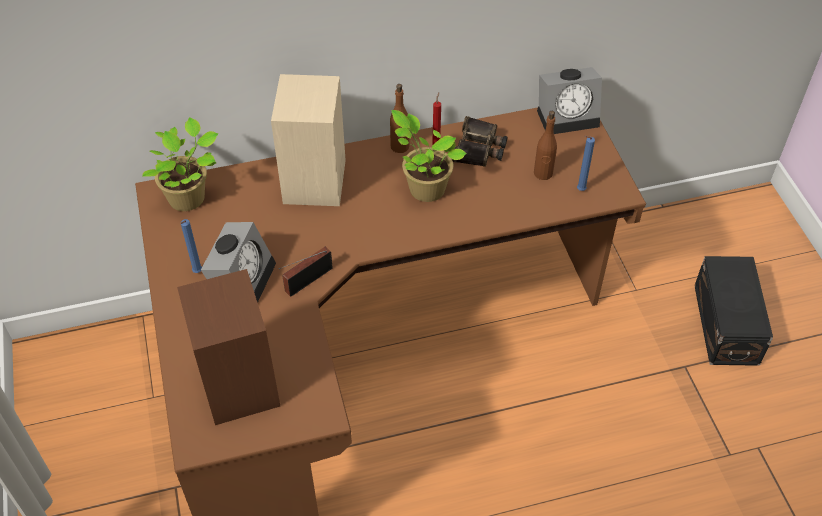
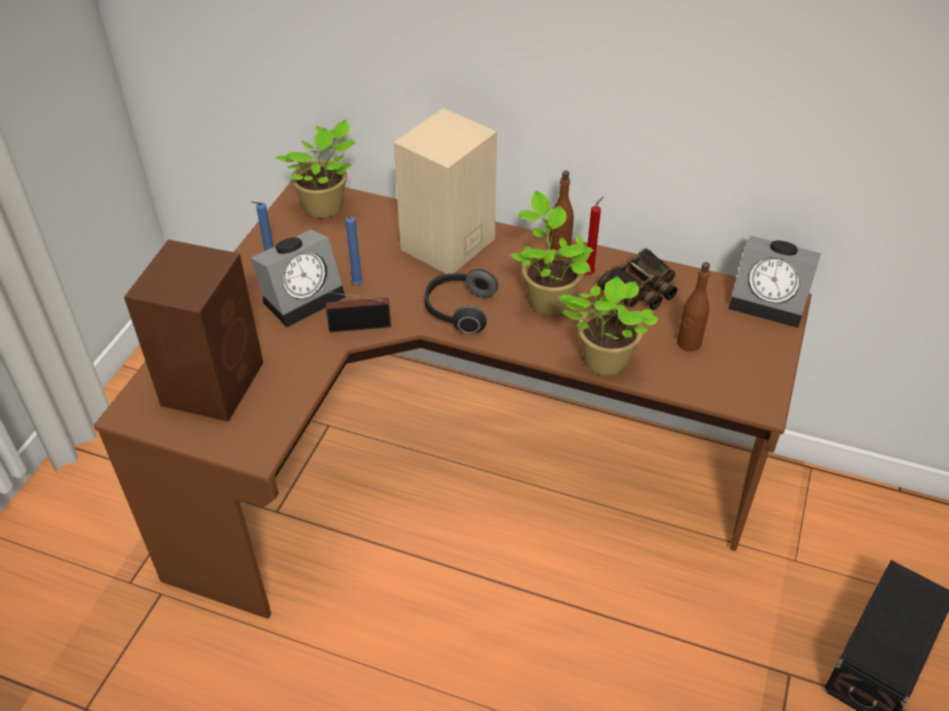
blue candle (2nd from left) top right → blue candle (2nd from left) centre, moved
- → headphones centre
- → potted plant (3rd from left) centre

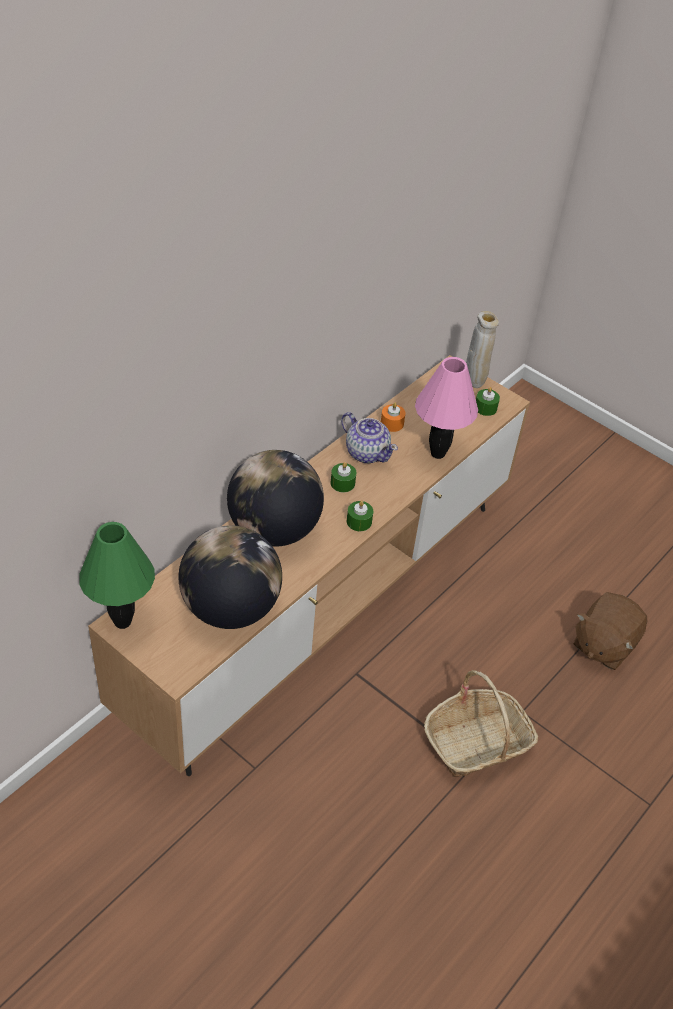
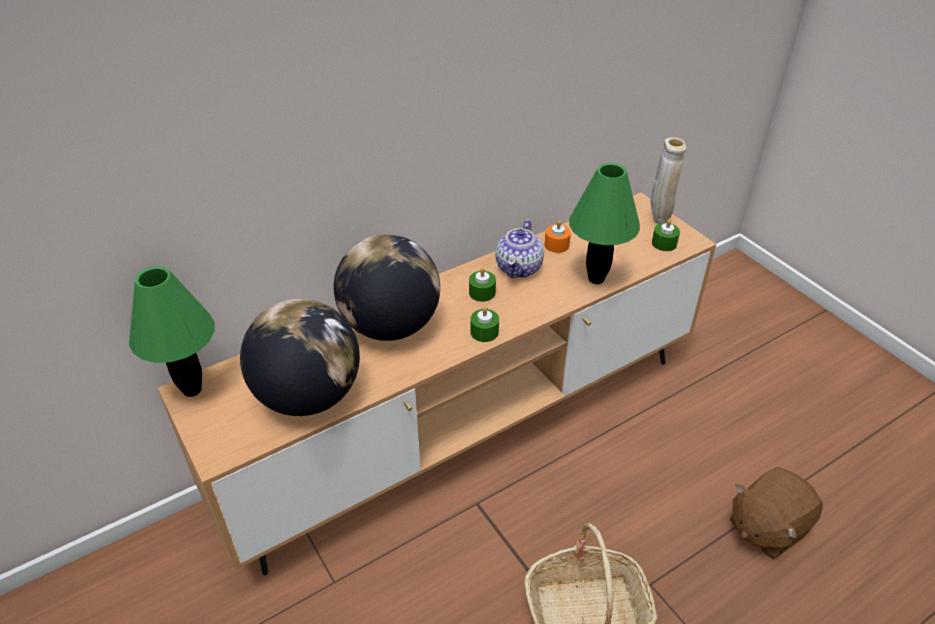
teapot centre, 45 degrees clockwise
pink table lamp centre → green table lamp (2nd from left) centre

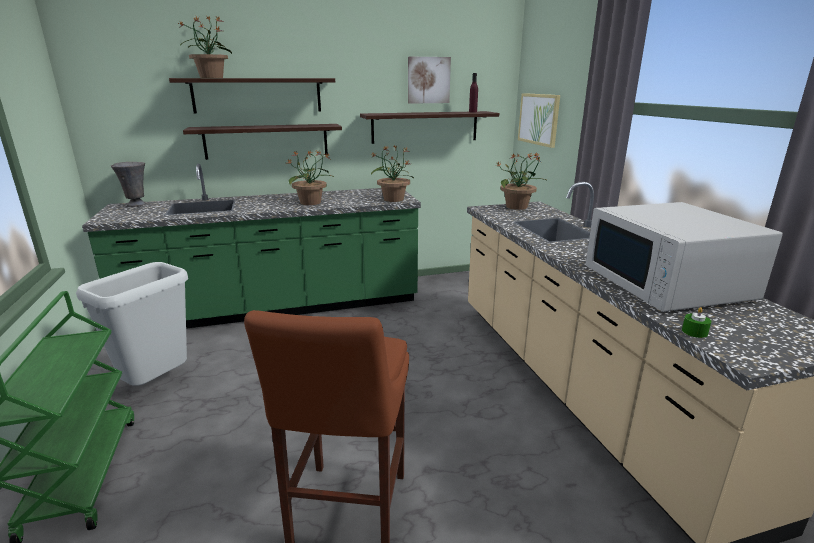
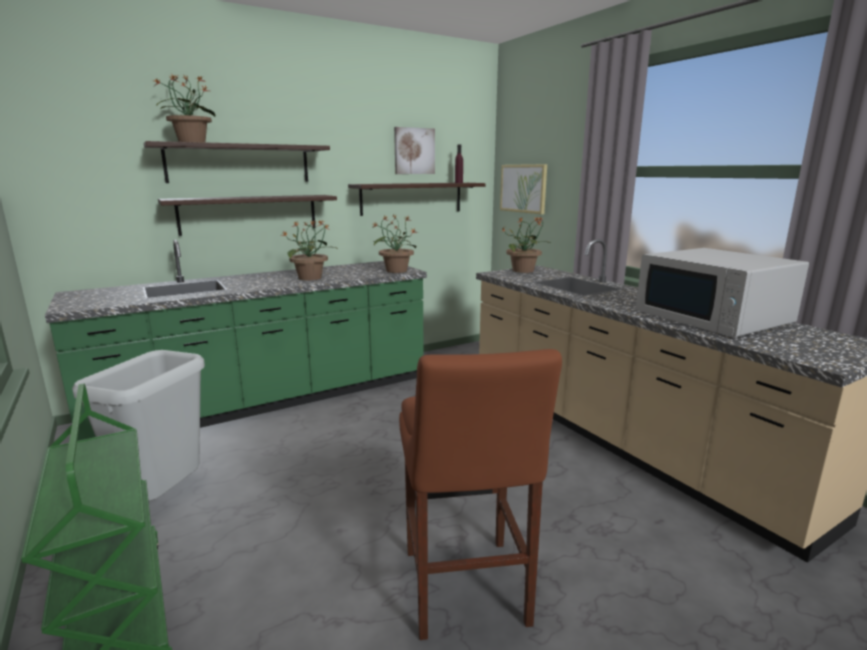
grey vase middle left → -
green candle middle right → -

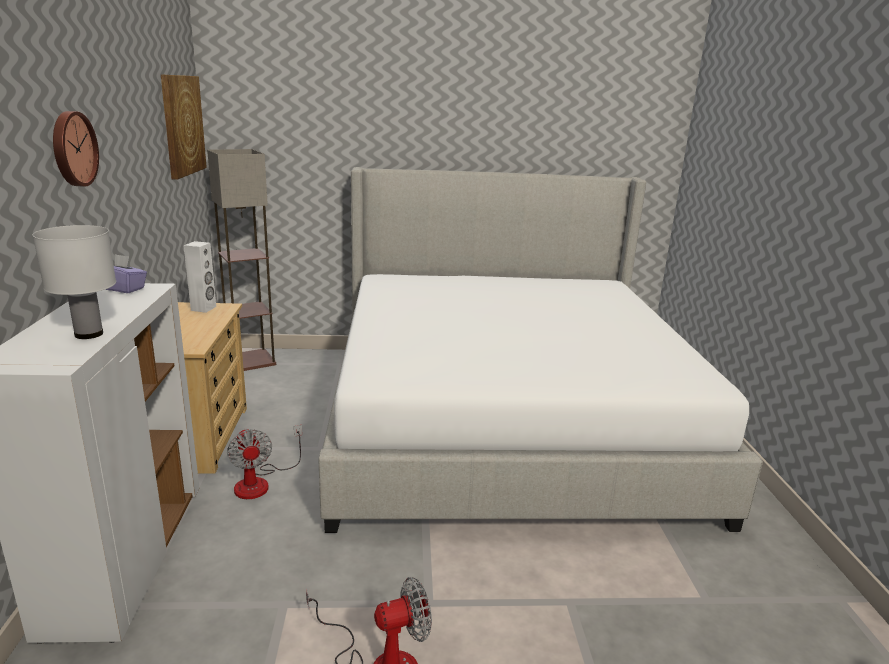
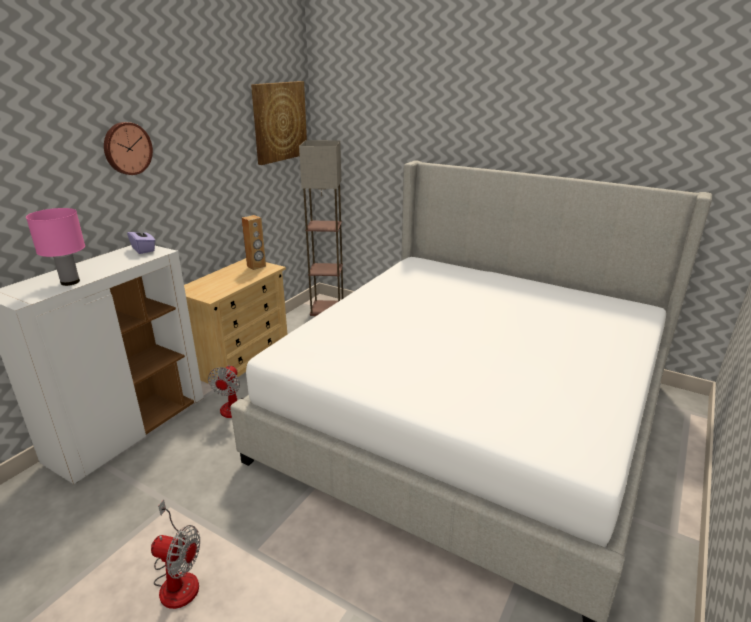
white table lamp middle left → pink table lamp middle left
white speaker middle left → brown speaker centre

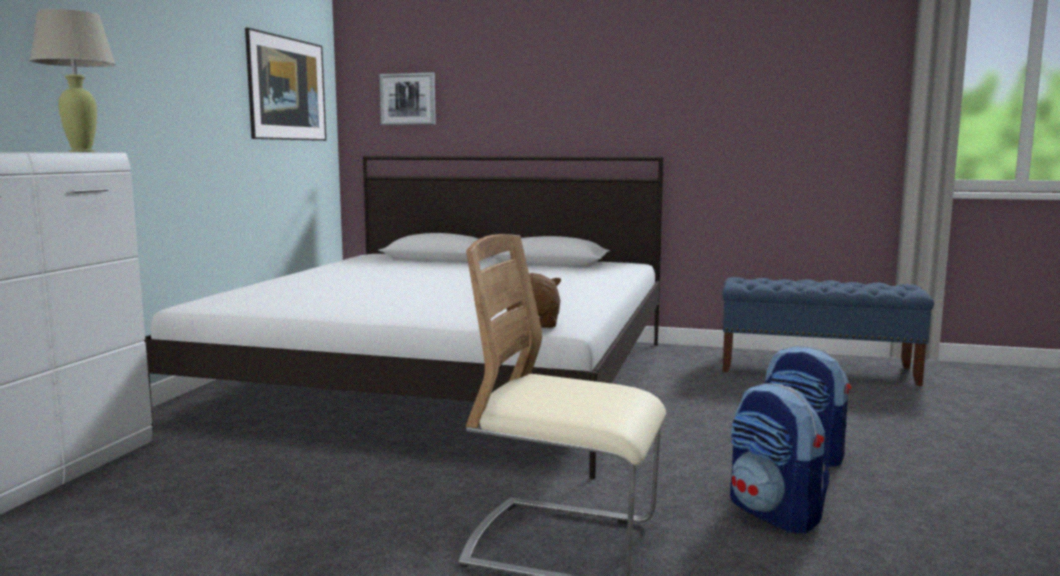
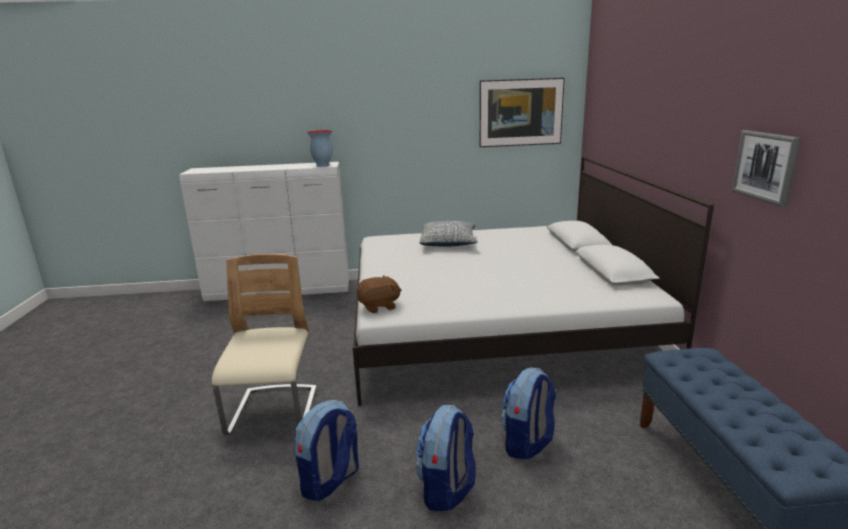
beige table lamp top left → vase top centre
picture (2nd from left) top centre → picture (2nd from left) top right, moved
- → pillow centre
- → backpack (3rd from left) bottom centre

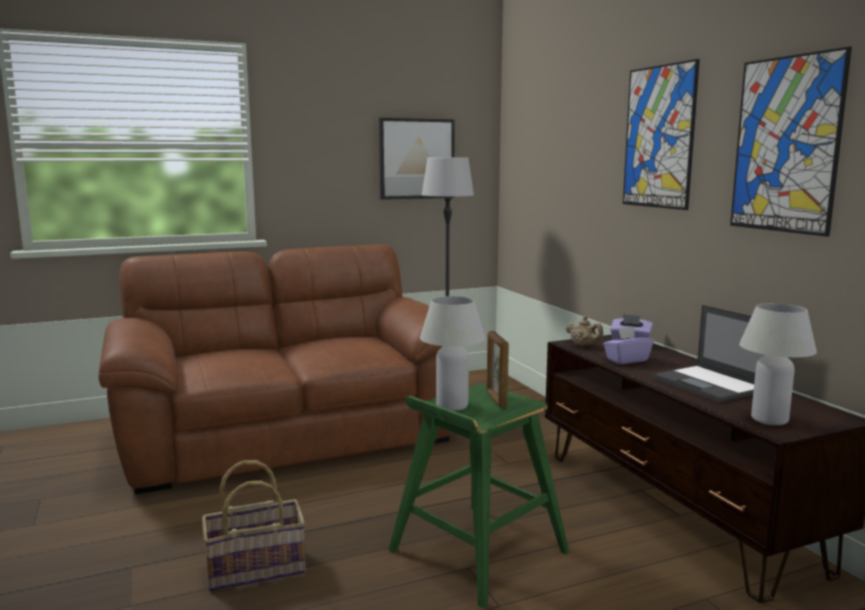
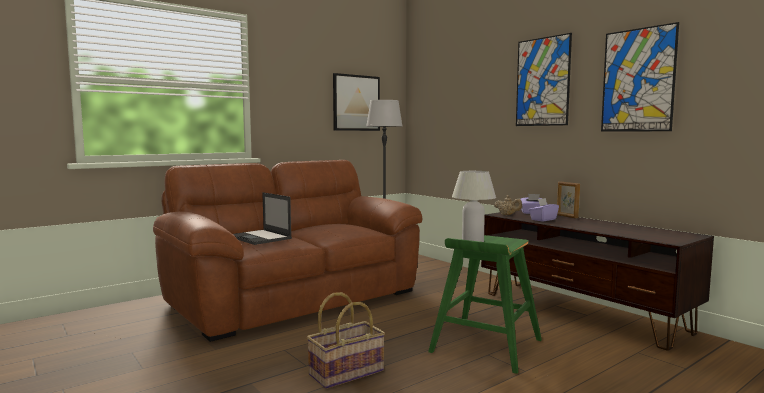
picture frame centre → picture frame middle right, moved
laptop middle right → laptop centre, moved
white table lamp (2nd from left) middle right → -

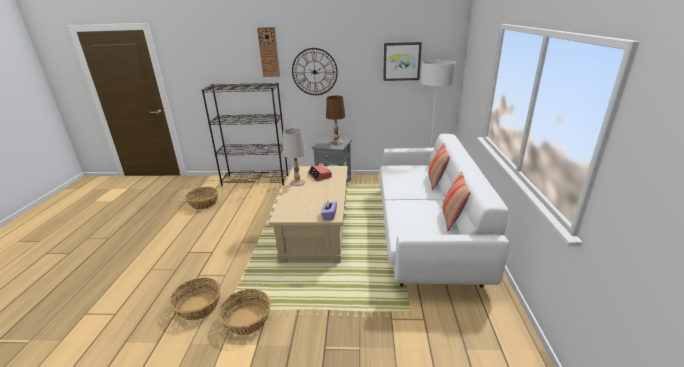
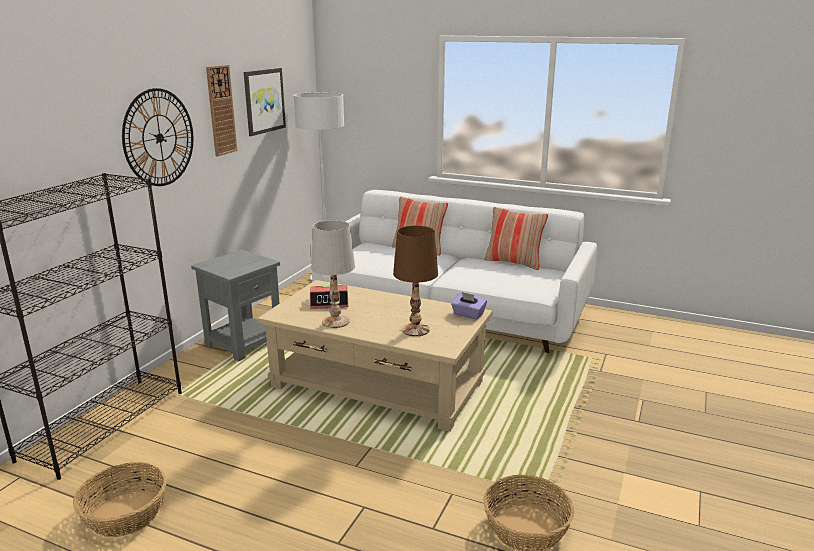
basket (3rd from left) bottom centre → -
wall clock (1st from left in the first image) top centre → wall clock (2nd from left) top left, moved
brown table lamp top centre → brown table lamp centre, moved

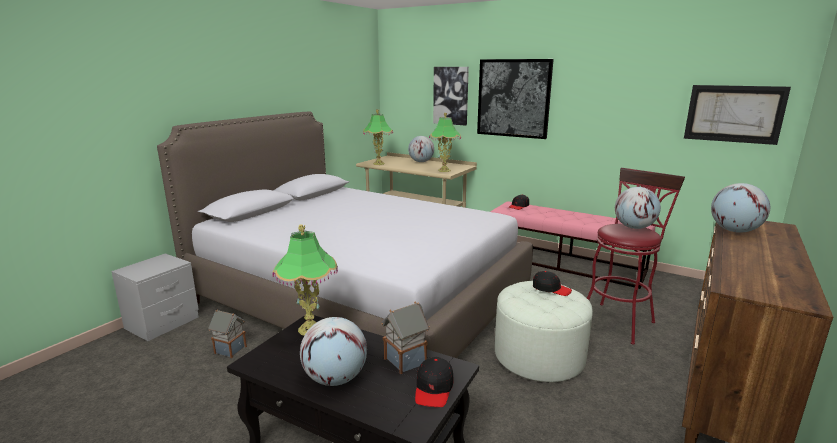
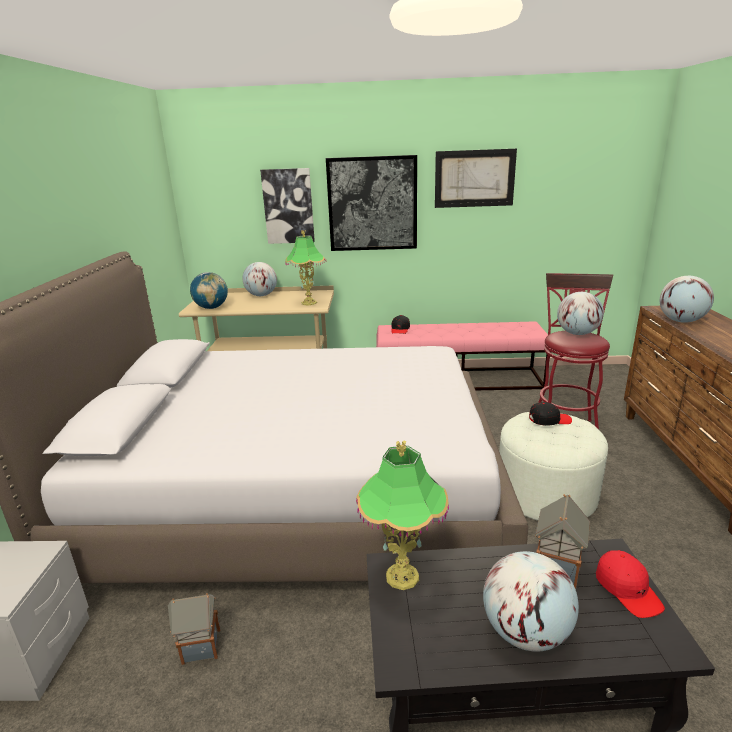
table lamp (2nd from left) top centre → globe (1st from left) middle left
black cap (1st from left) bottom centre → red cap bottom right
picture (3rd from left) top right → picture (3rd from left) top centre, moved

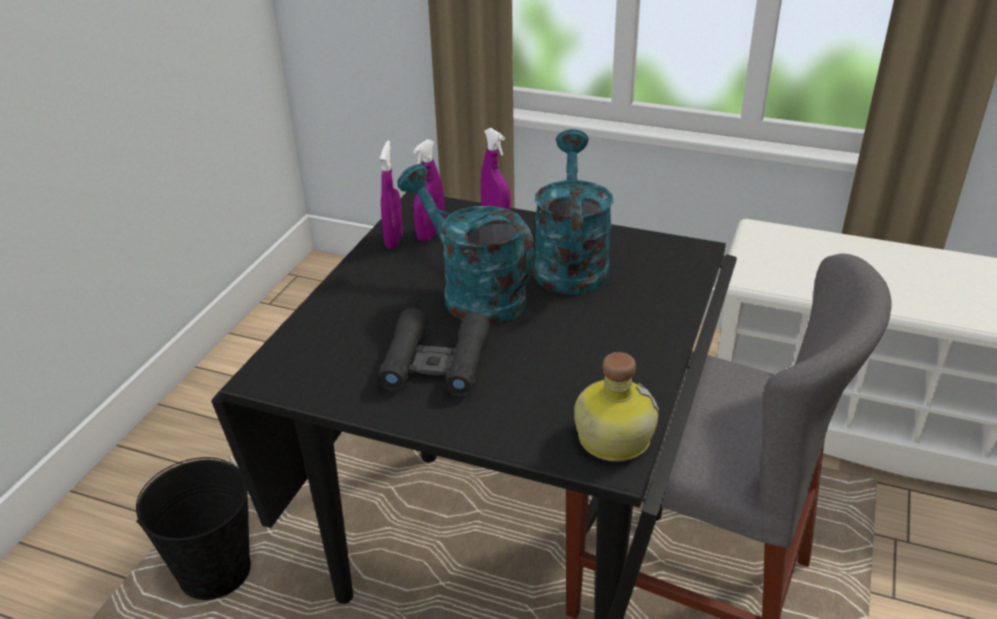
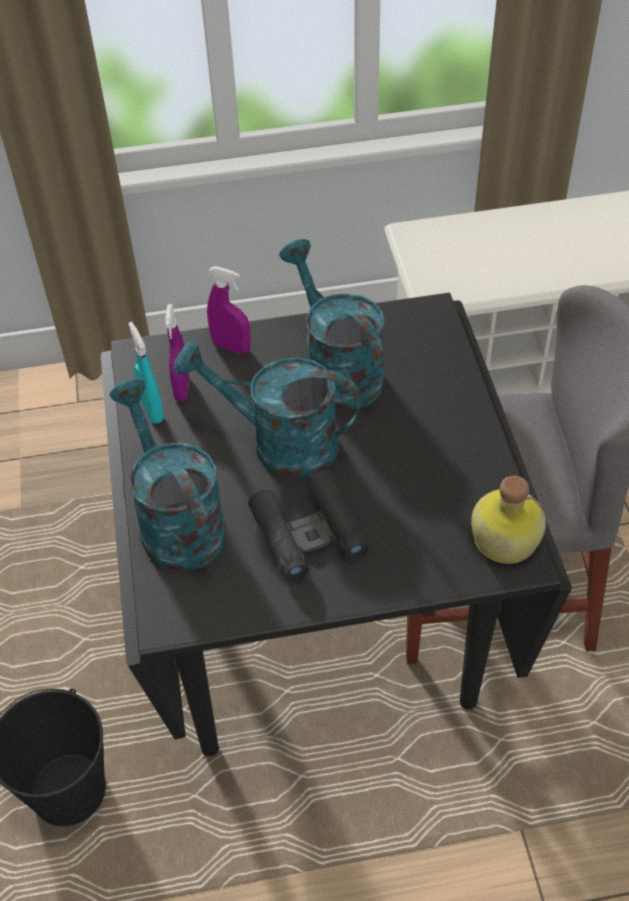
purple spray bottle (1st from left) top centre → turquoise spray bottle middle left
- → turquoise watering can (1st from left) middle left

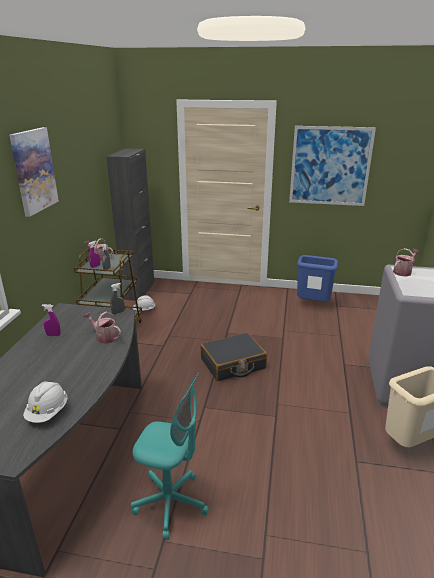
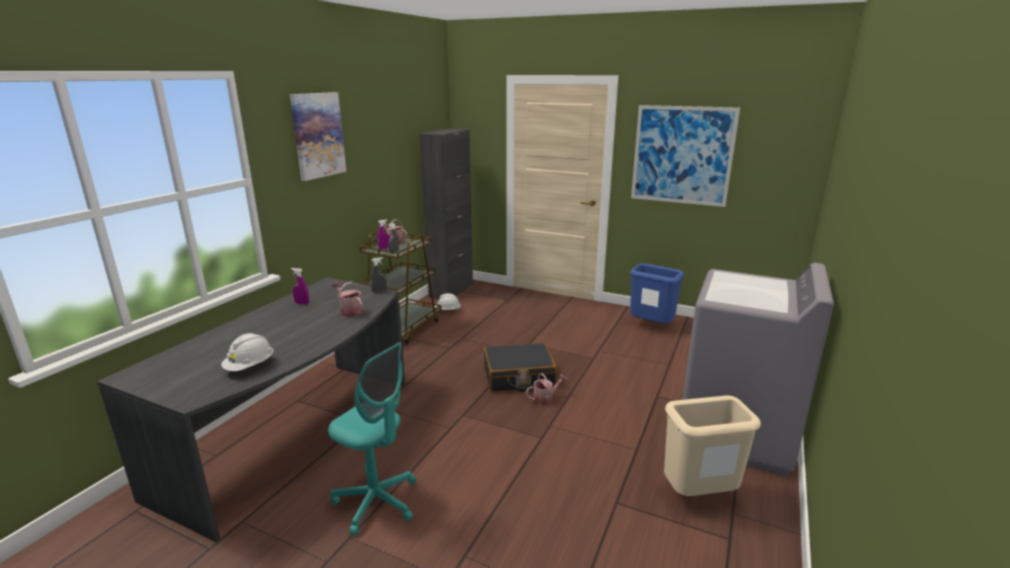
watering can (3rd from left) middle right → watering can (3rd from left) bottom centre, moved

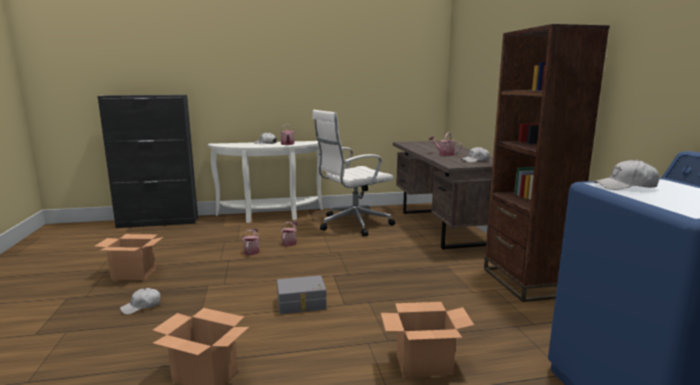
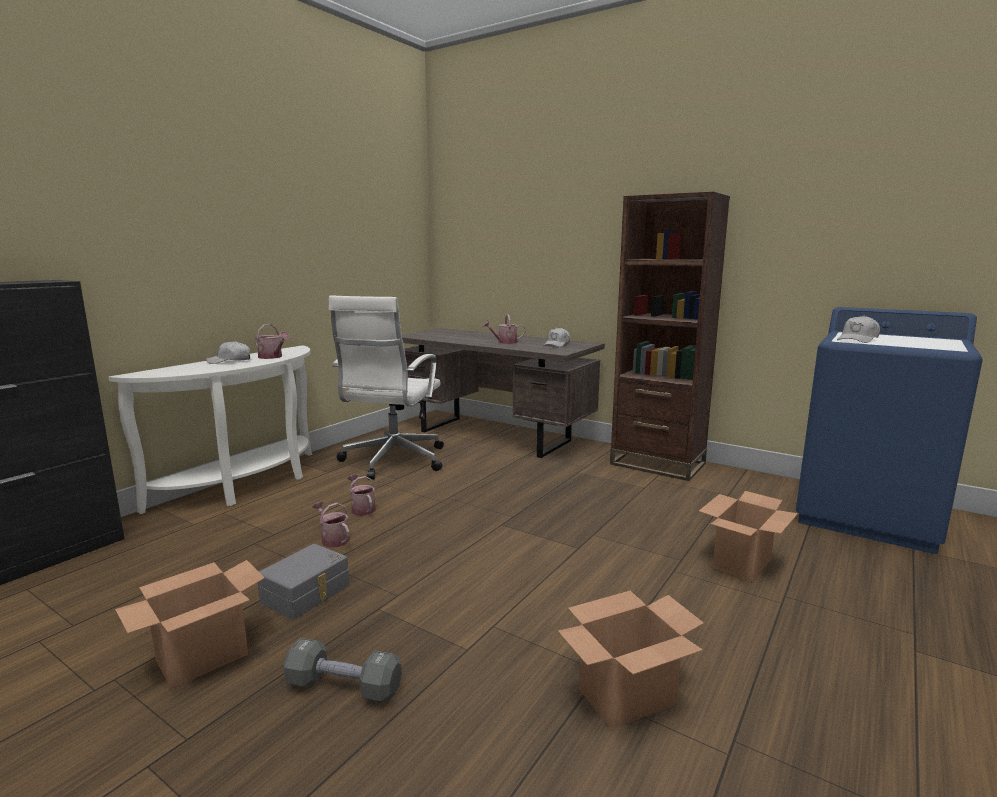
white cap (1st from left) bottom left → grey dumbbell bottom centre
grey storage box bottom centre → grey storage box bottom left, moved

